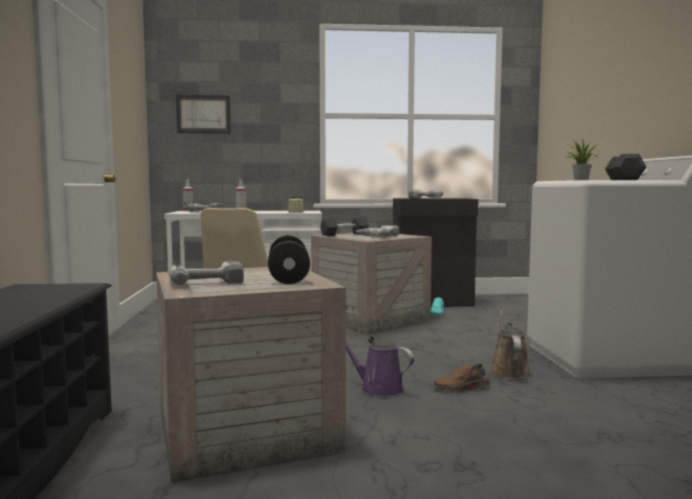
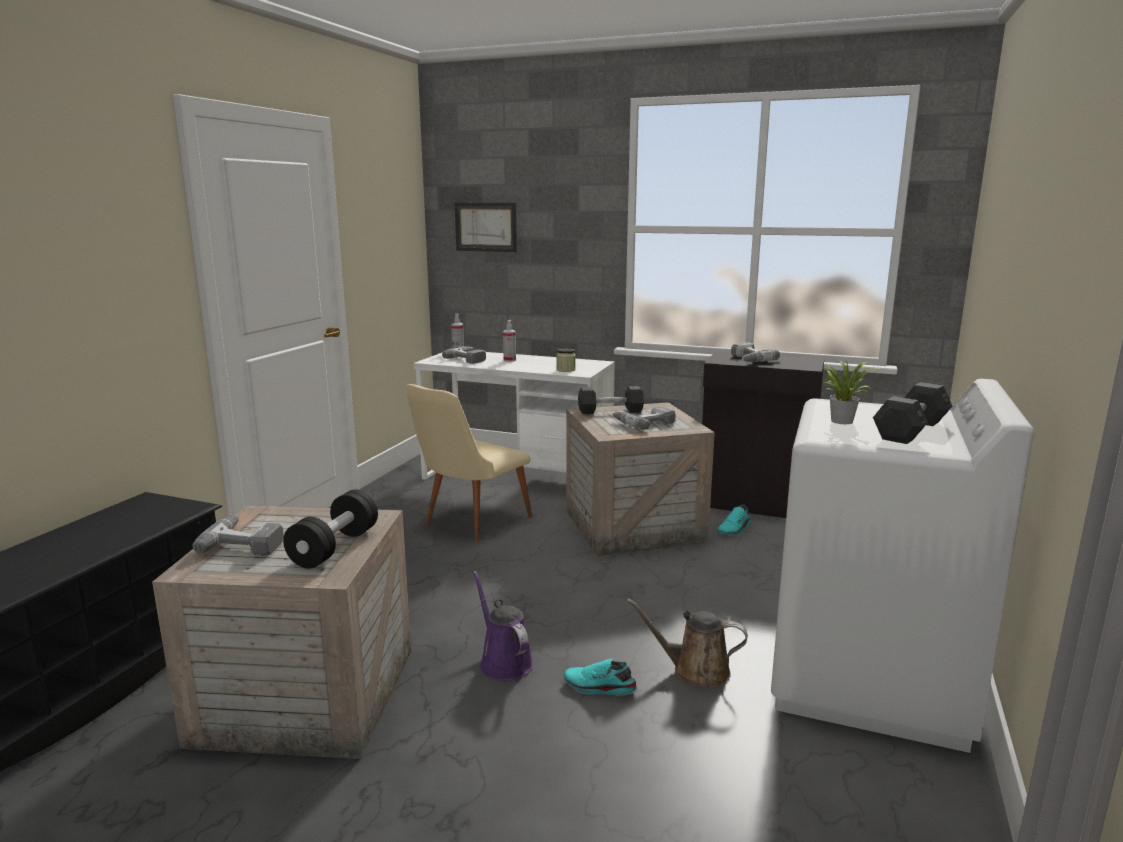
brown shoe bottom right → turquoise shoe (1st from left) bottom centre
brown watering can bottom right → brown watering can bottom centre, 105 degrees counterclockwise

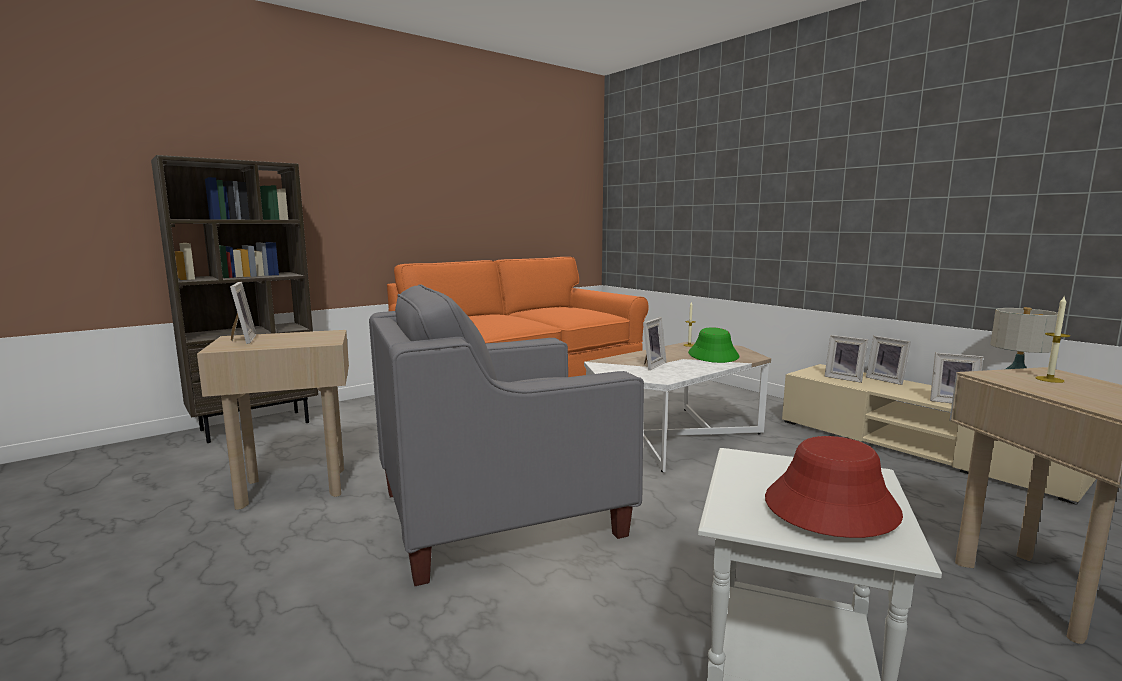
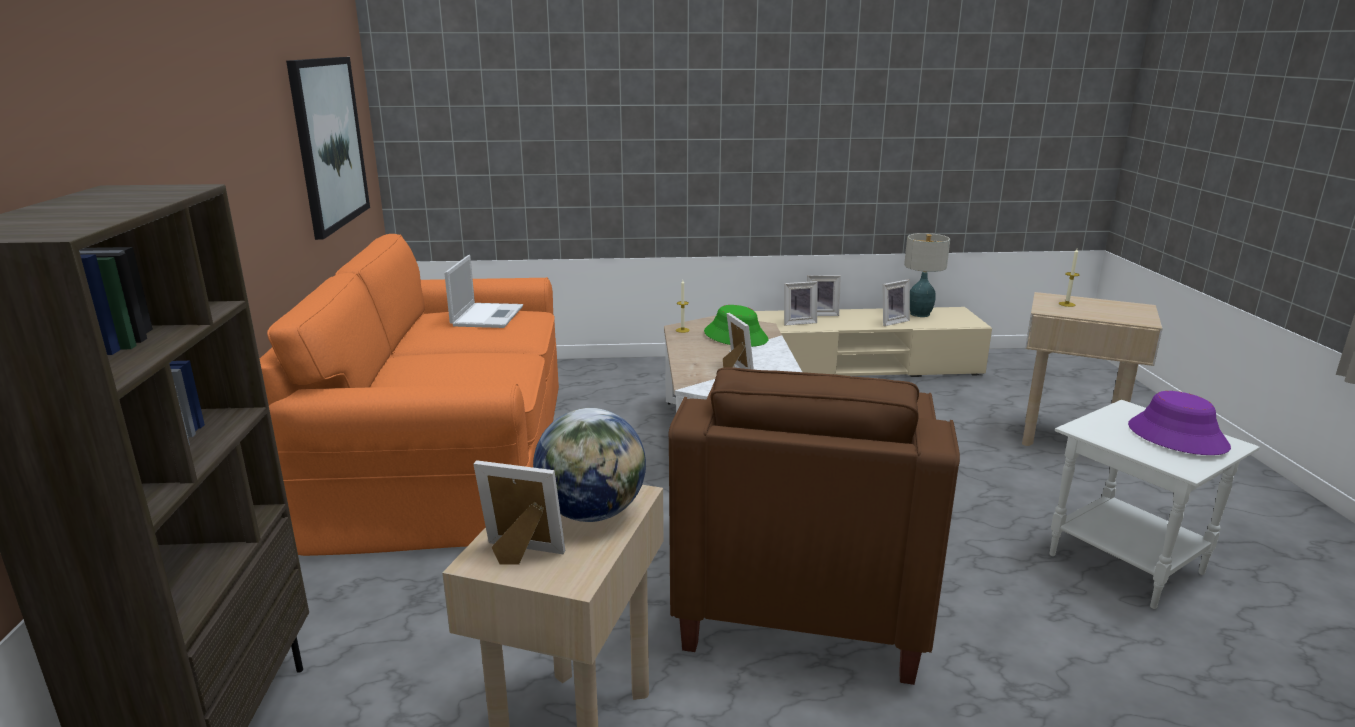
grey armchair centre → brown armchair bottom centre
red hat bottom right → purple hat middle right
- → picture top left
- → laptop centre
- → globe centre

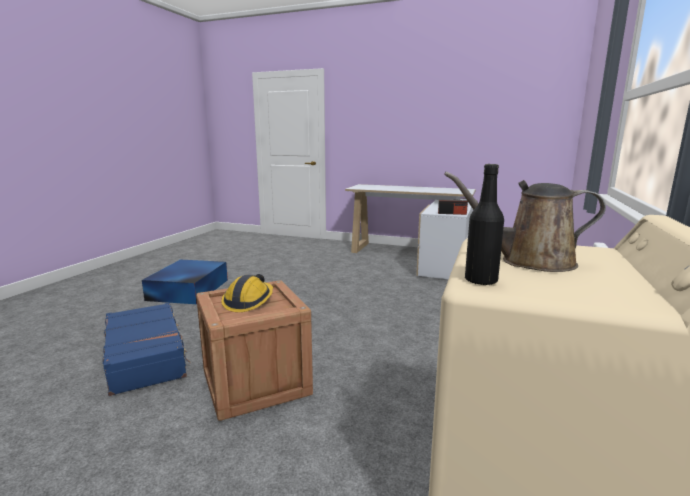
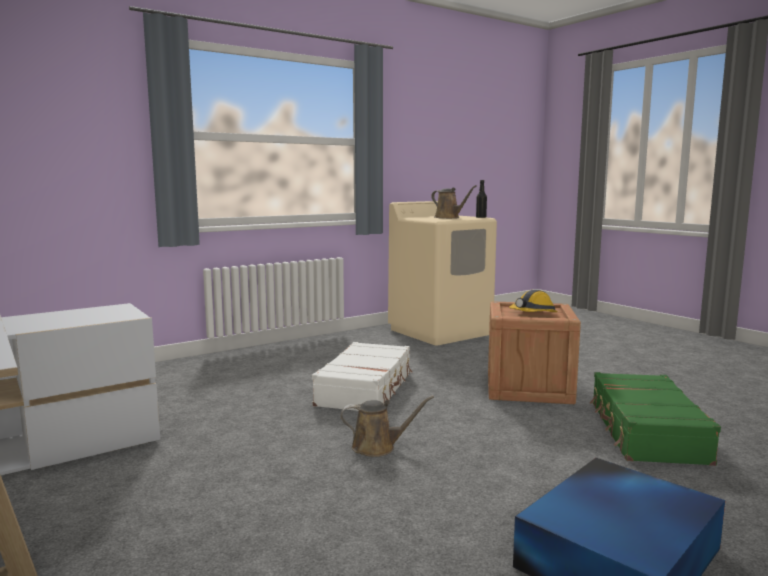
blue suitcase bottom left → green suitcase bottom right
radio centre → -
- → white suitcase centre
- → brown watering can (1st from left) bottom centre

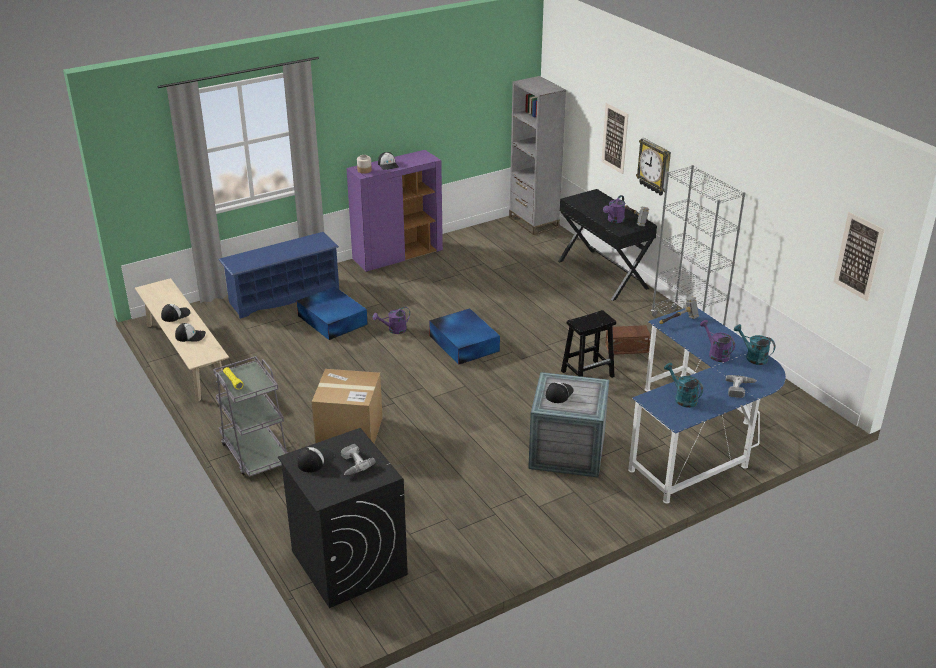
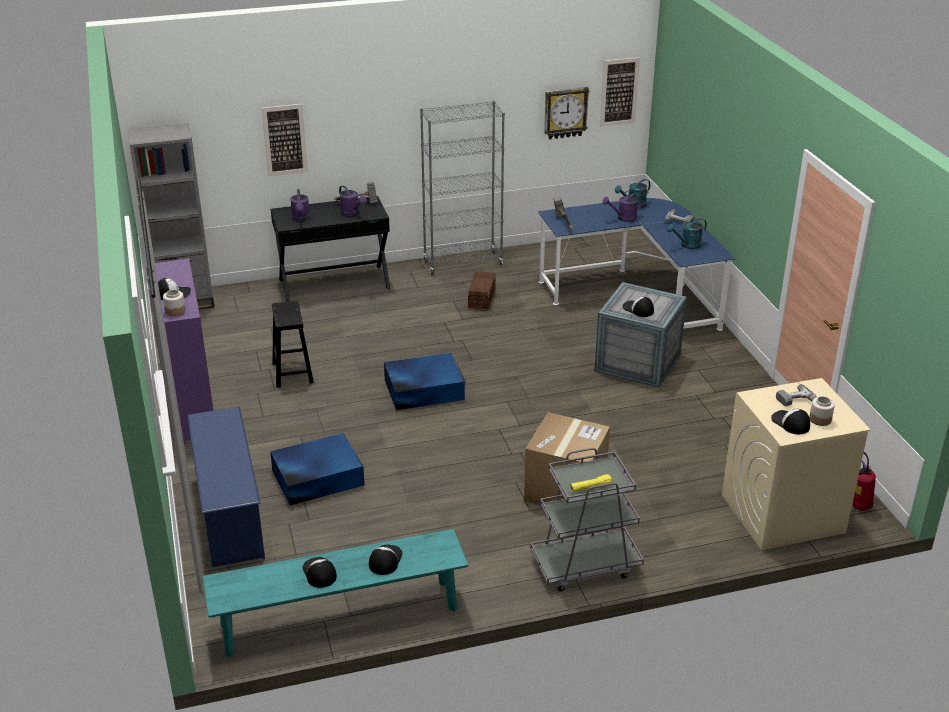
beige bench middle left → turquoise bench bottom centre
black washing machine bottom centre → beige washing machine middle right
purple watering can (1st from left) centre → purple watering can (1st from left) top left, moved
black stool centre → black stool middle left, moved
wall clock top right → wall clock top centre, moved
- → jar (2nd from left) middle right
- → fire extinguisher bottom right

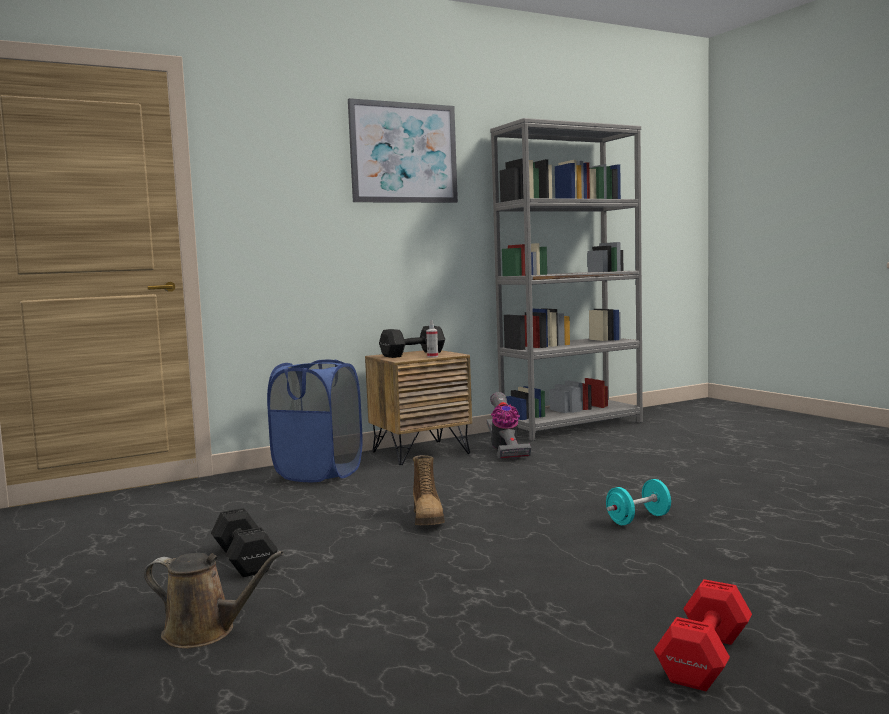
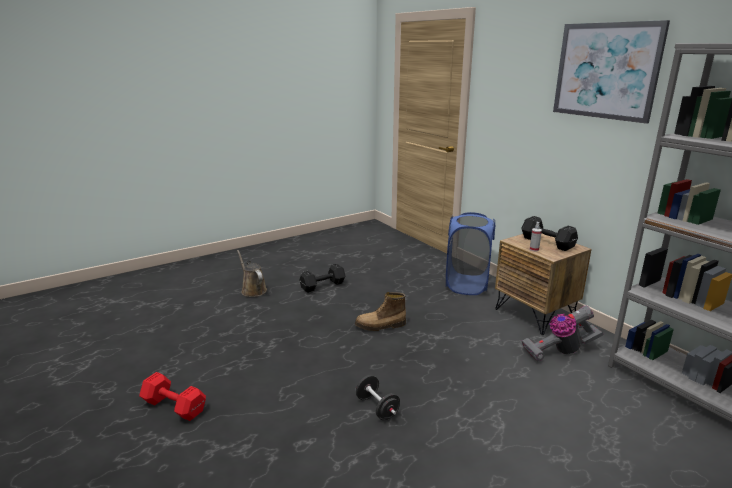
brown watering can bottom left → brown watering can centre, 135 degrees clockwise
turquoise dumbbell bottom right → black dumbbell (2nd from left) bottom centre

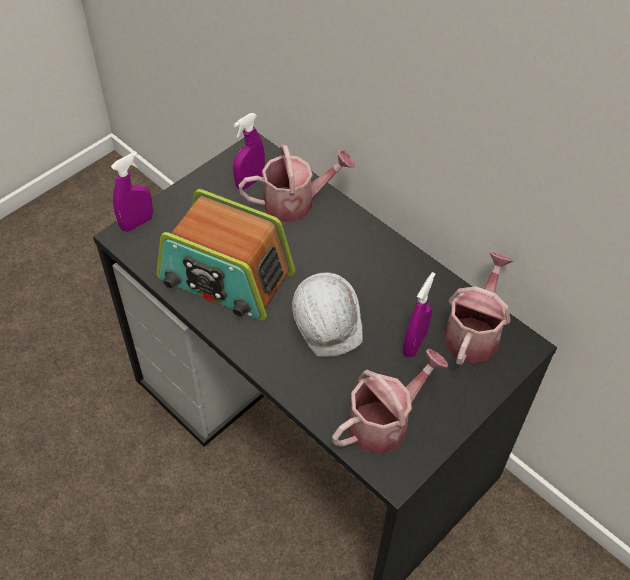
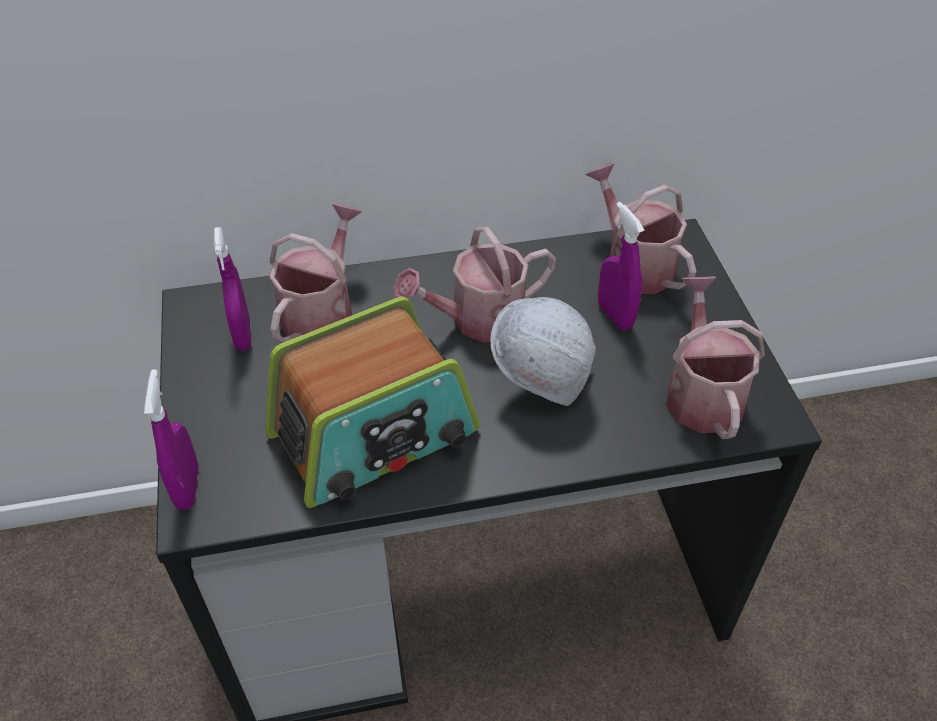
- → watering can (2nd from left) centre

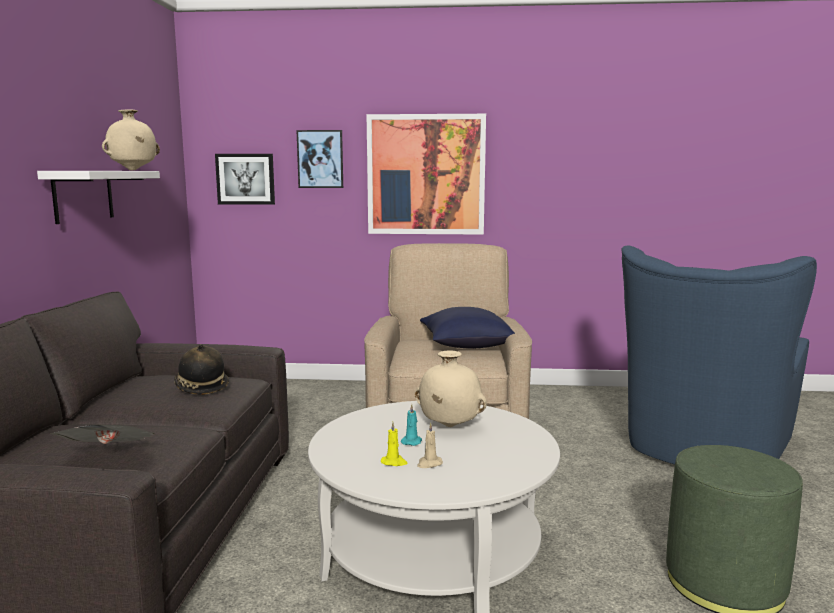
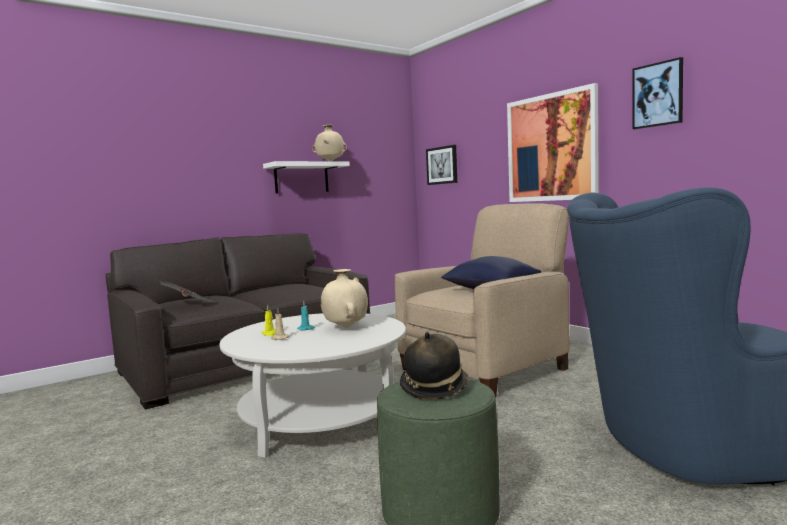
hat middle left → hat bottom centre, moved
picture (2nd from left in the first image) top centre → picture (3rd from left) top right, moved

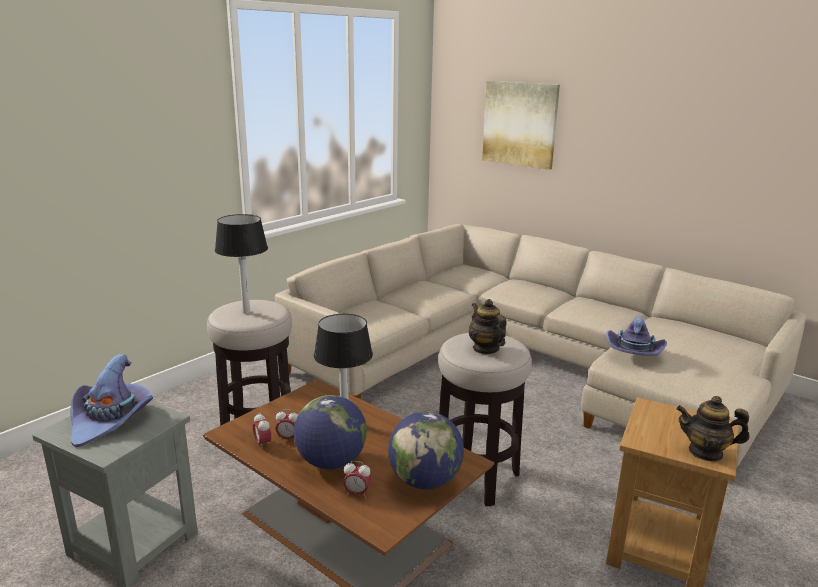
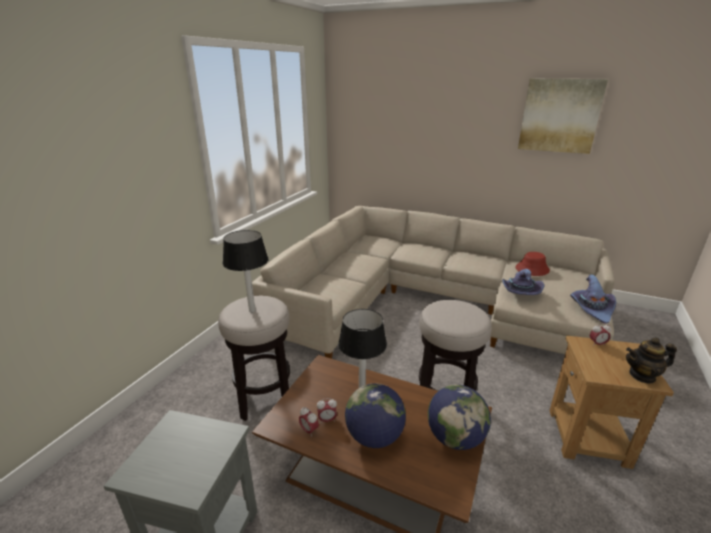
purple hat (1st from left in the first image) bottom left → purple hat (2nd from left) middle right, moved
alarm clock (3rd from left) bottom centre → alarm clock (3rd from left) middle right, moved
teapot (1st from left) centre → -
picture top centre → picture top right, moved
- → red hat middle right

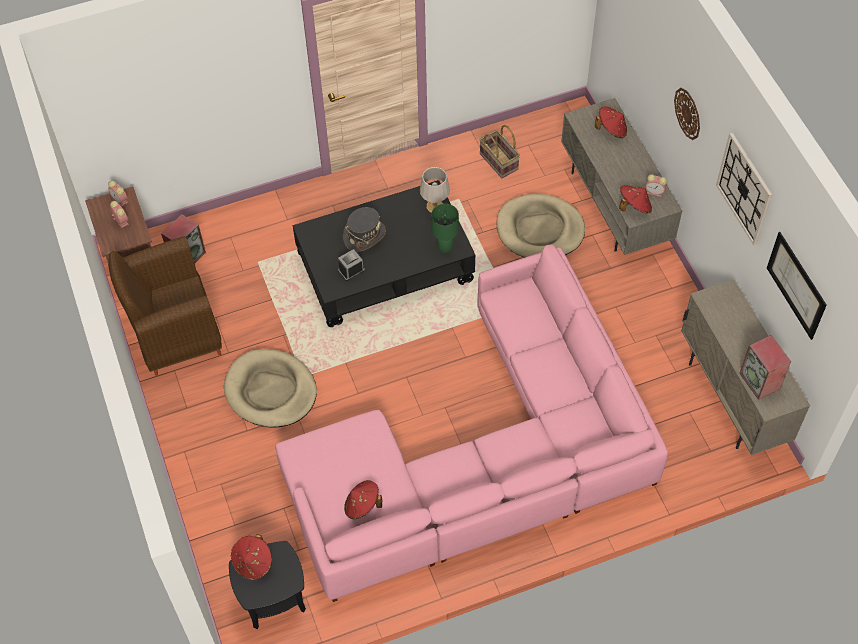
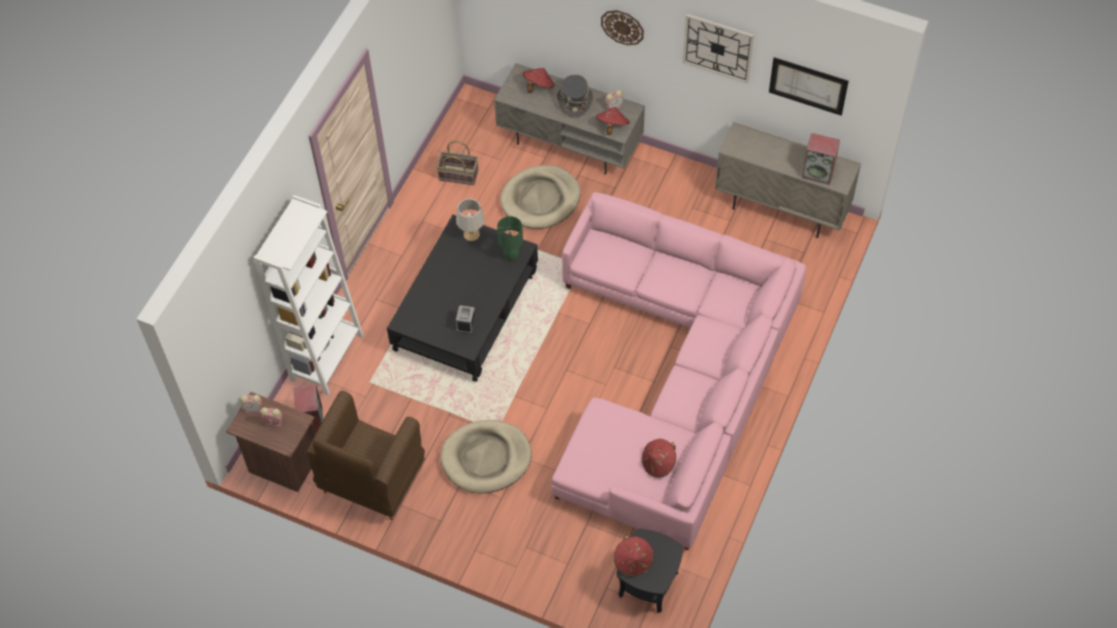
grey hat centre → grey hat top centre, moved
- → white bookcase middle left

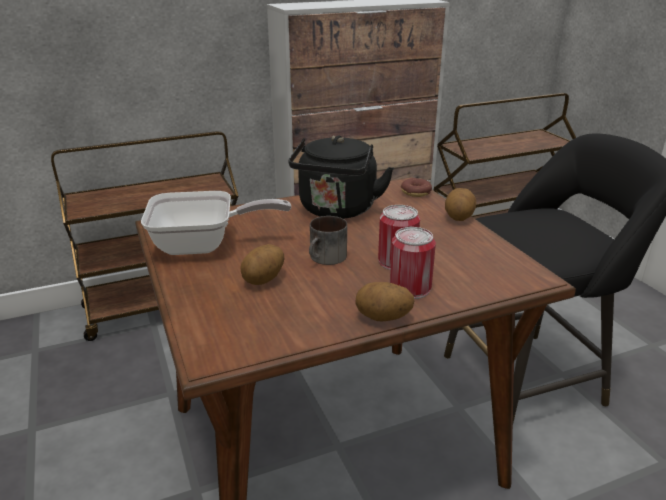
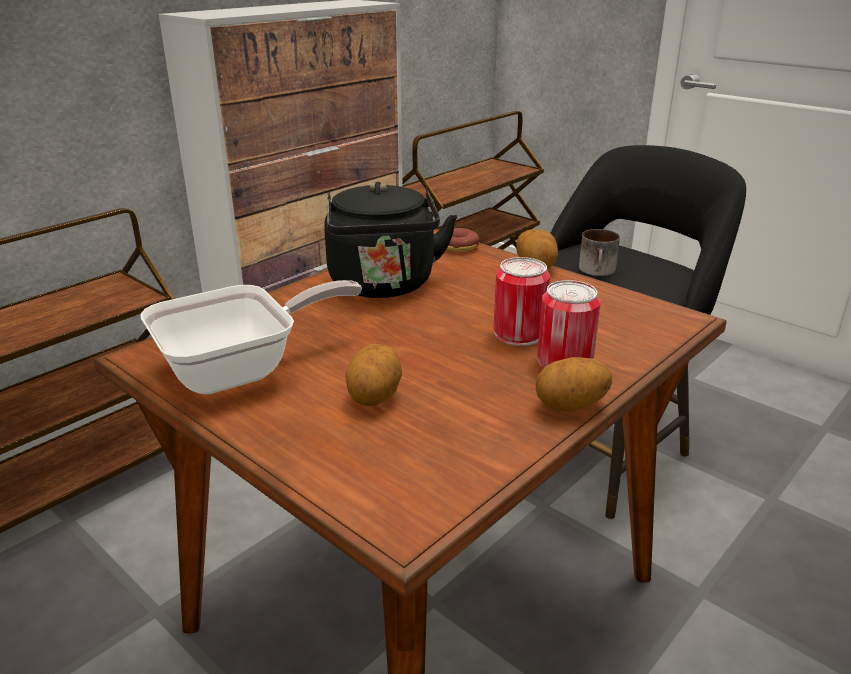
mug centre → mug middle right, moved

